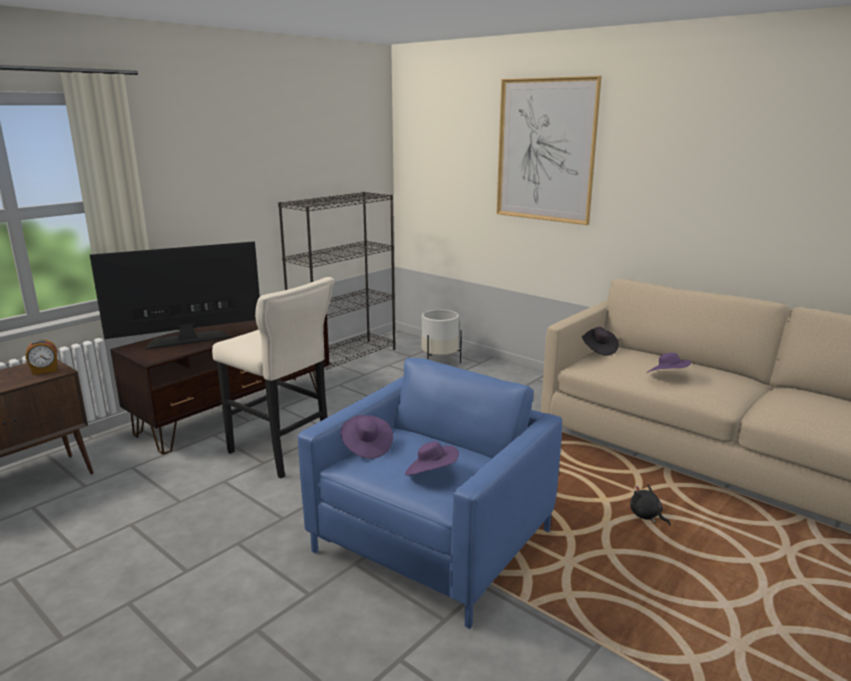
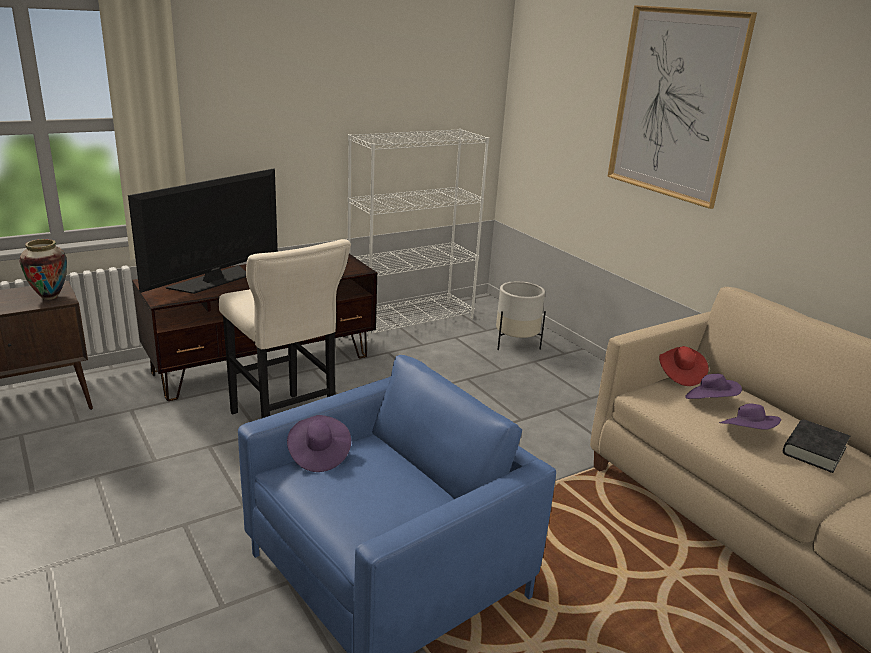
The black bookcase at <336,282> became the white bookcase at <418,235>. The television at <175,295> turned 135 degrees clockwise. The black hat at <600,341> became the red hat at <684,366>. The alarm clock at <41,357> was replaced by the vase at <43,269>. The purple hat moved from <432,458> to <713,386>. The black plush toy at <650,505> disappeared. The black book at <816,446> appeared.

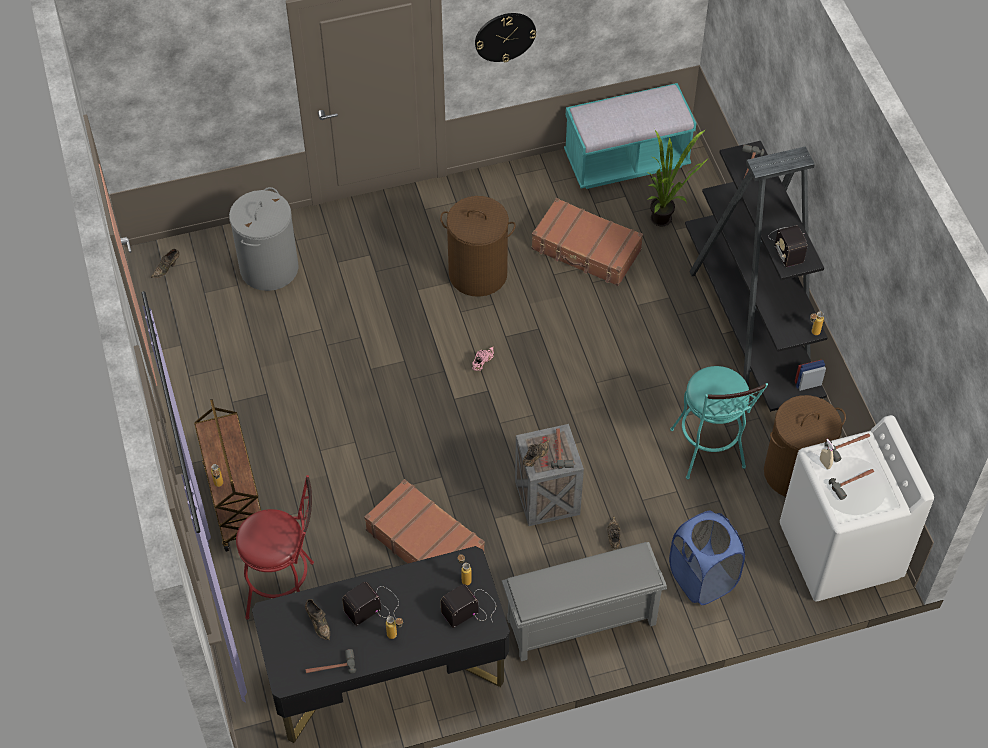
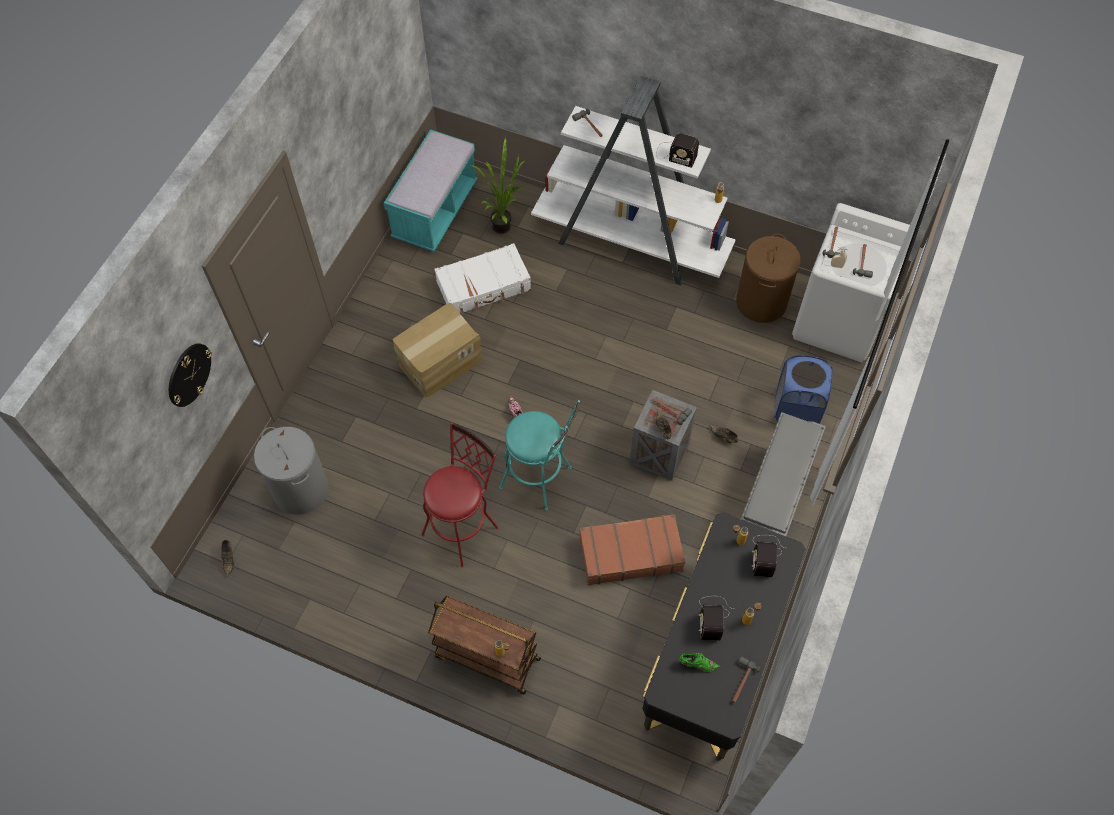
The wall clock moved from <505,37> to <190,375>. The black bookcase at <756,276> became the white bookcase at <633,180>. The brown laundry basket at <478,246> was replaced by the cardboard box at <437,350>. The brown suitcase at <587,242> became the white suitcase at <483,278>. The turquoise stool moved from <719,422> to <539,455>. The red stool moved from <275,547> to <460,494>. The brown shoe at <317,619> became the green shoe at <700,662>.

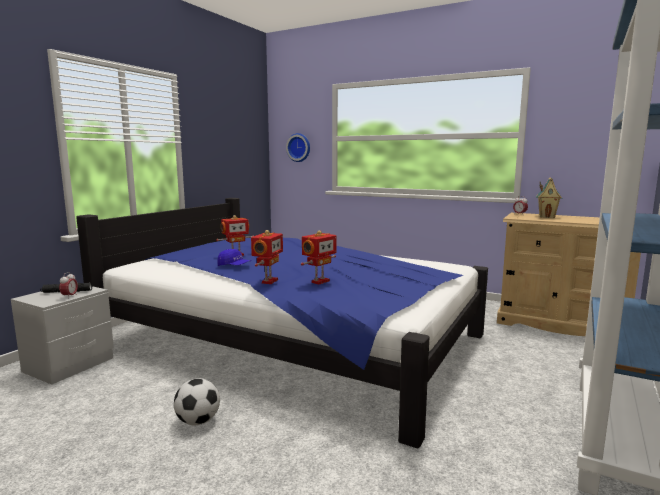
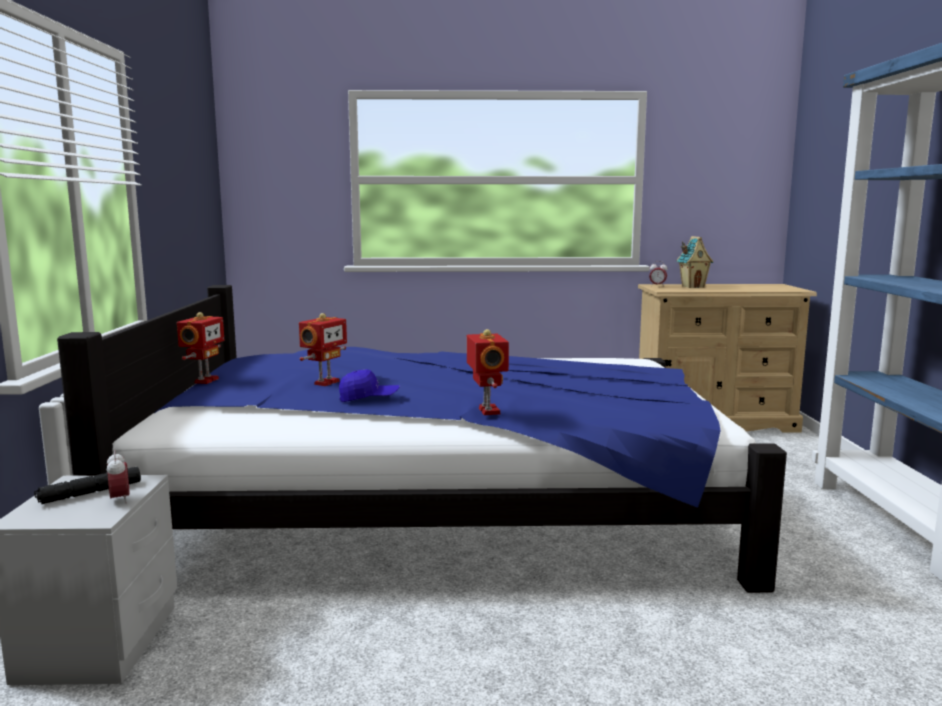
The wall clock at <298,147> disappeared. The toy robot moved from <318,257> to <200,348>. The football at <197,401> disappeared.

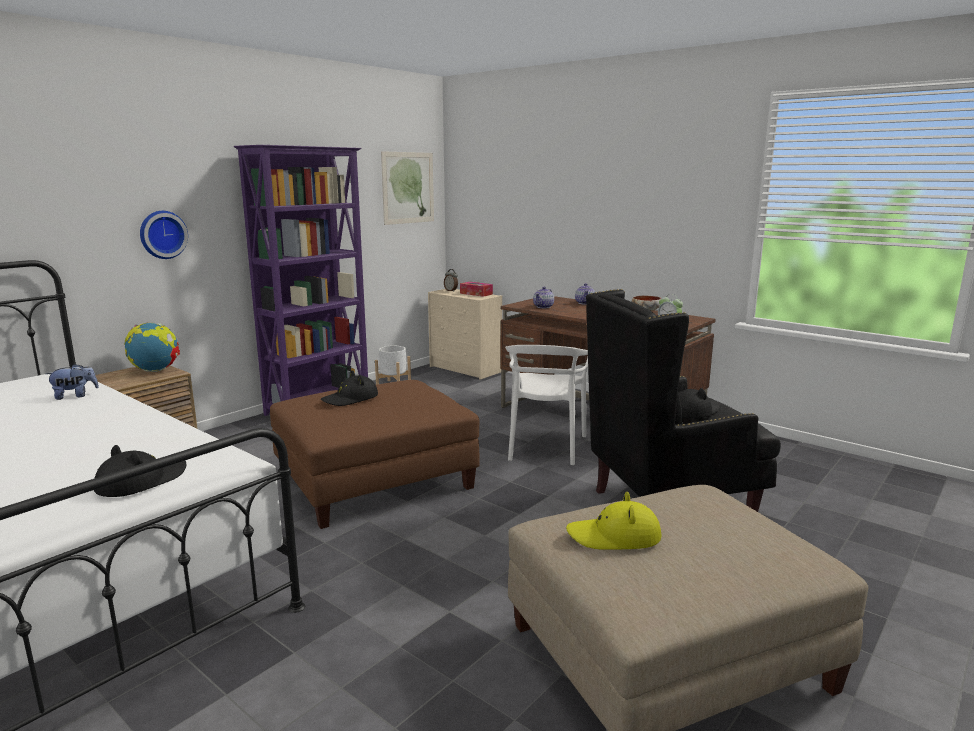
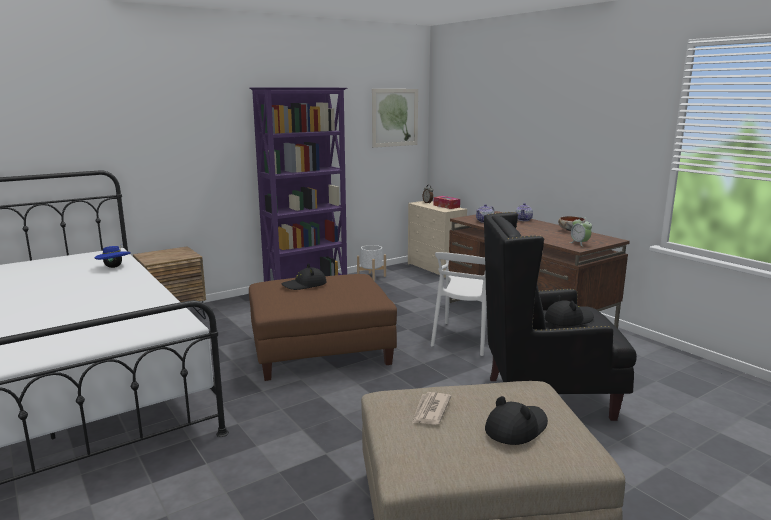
The wall clock at <164,235> disappeared. The globe at <152,347> disappeared. The plush toy at <72,382> was replaced by the blue hat at <112,257>. The black hat moved from <140,471> to <516,420>. The yellow hat at <614,521> was replaced by the newspaper at <431,408>.

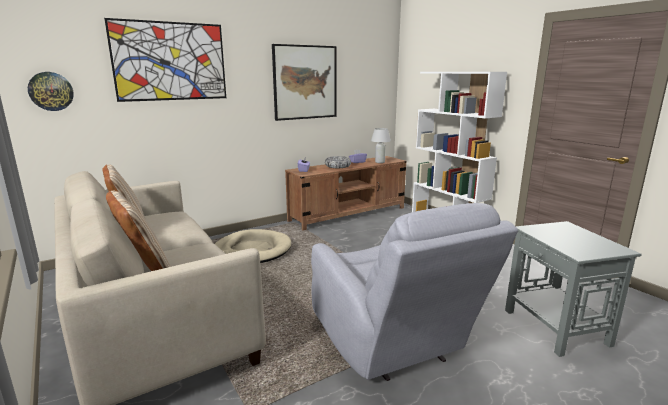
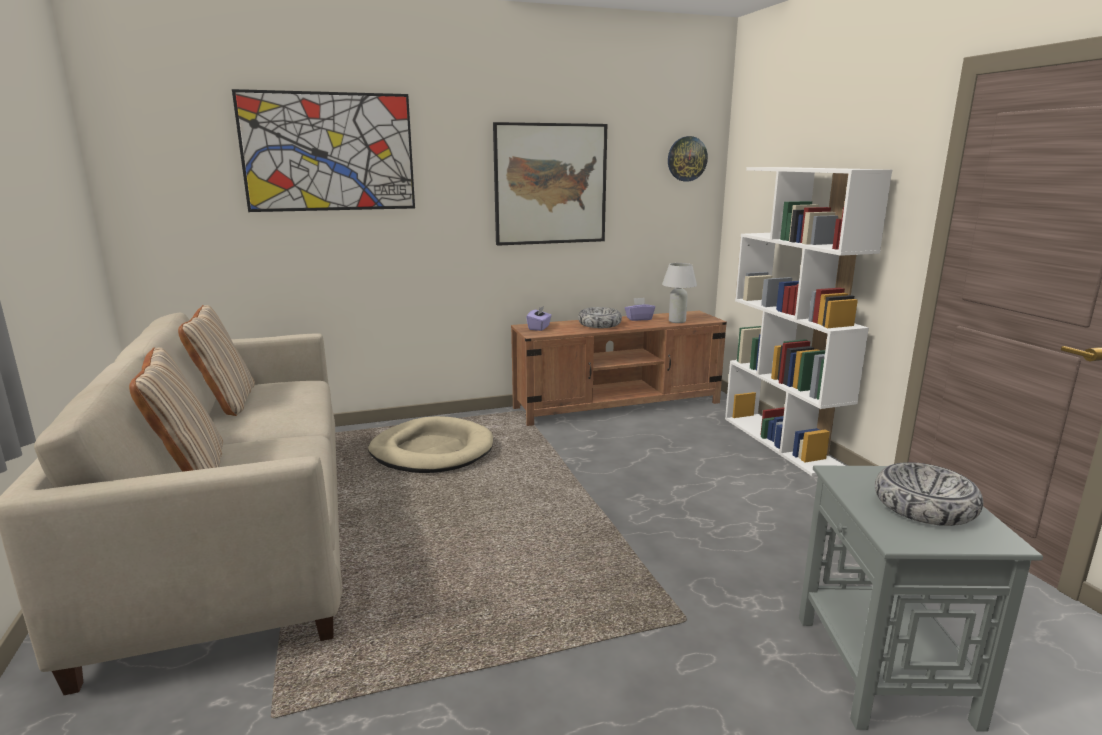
The wall clock moved from <51,91> to <688,158>. The grey armchair at <414,292> disappeared. The bowl at <929,494> appeared.

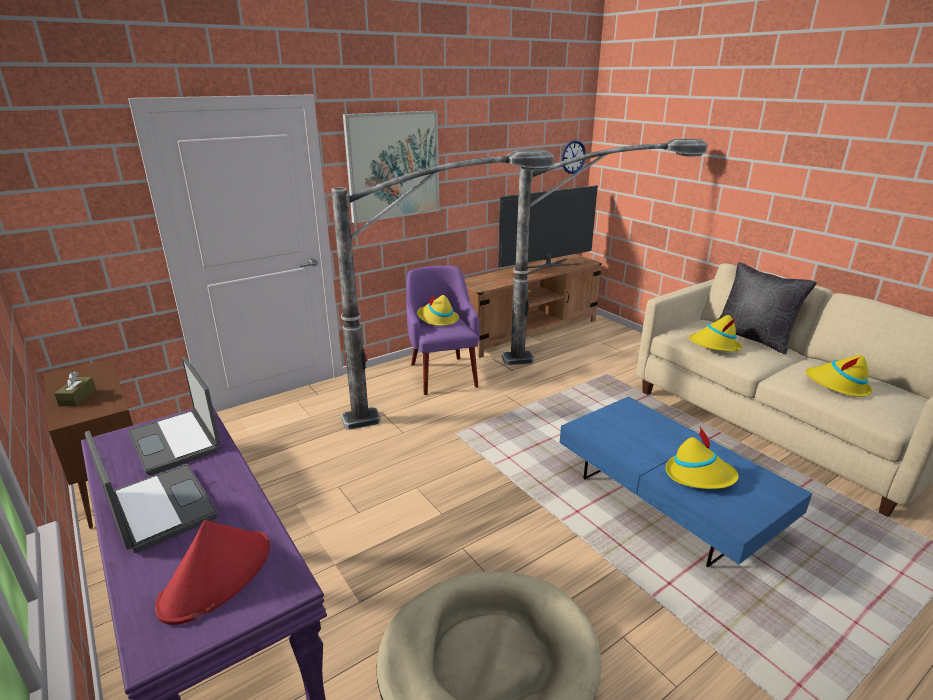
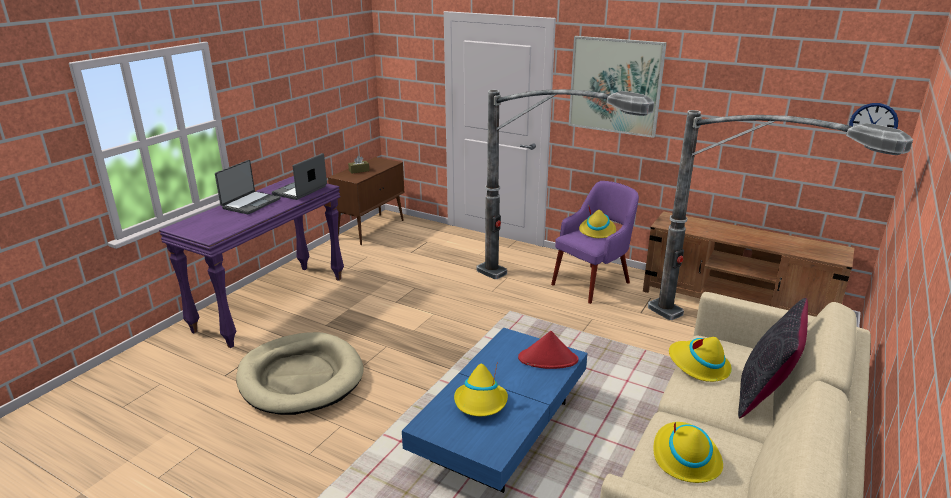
The television at <548,230> disappeared. The red hat moved from <212,572> to <548,350>.

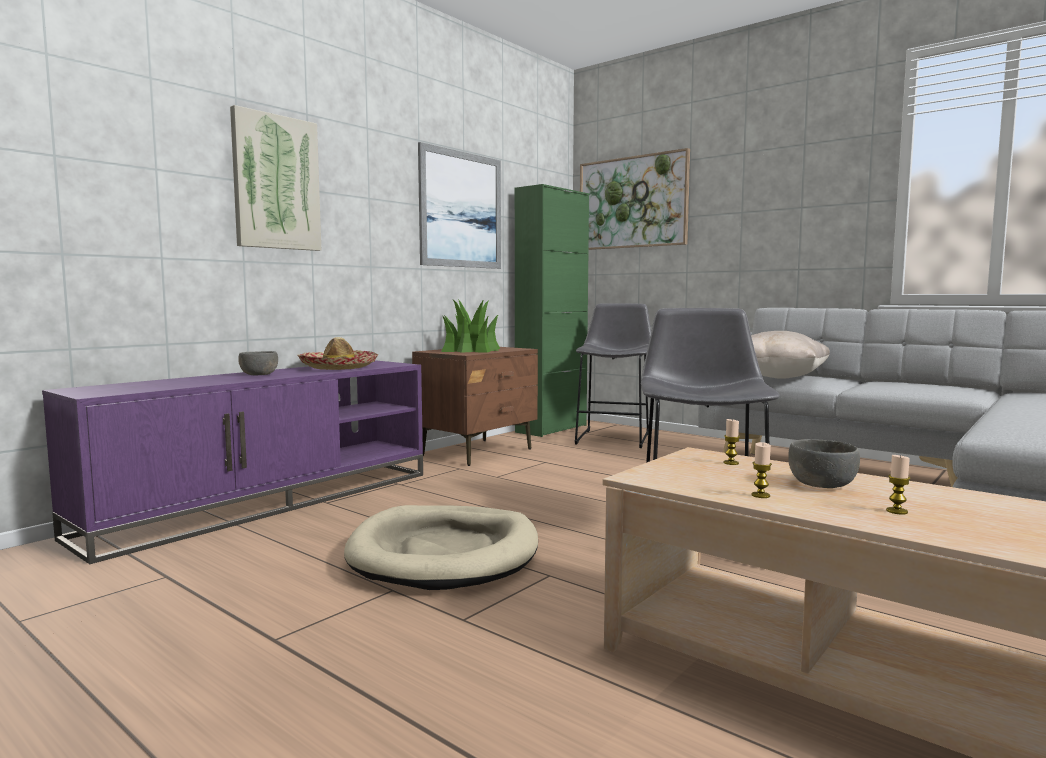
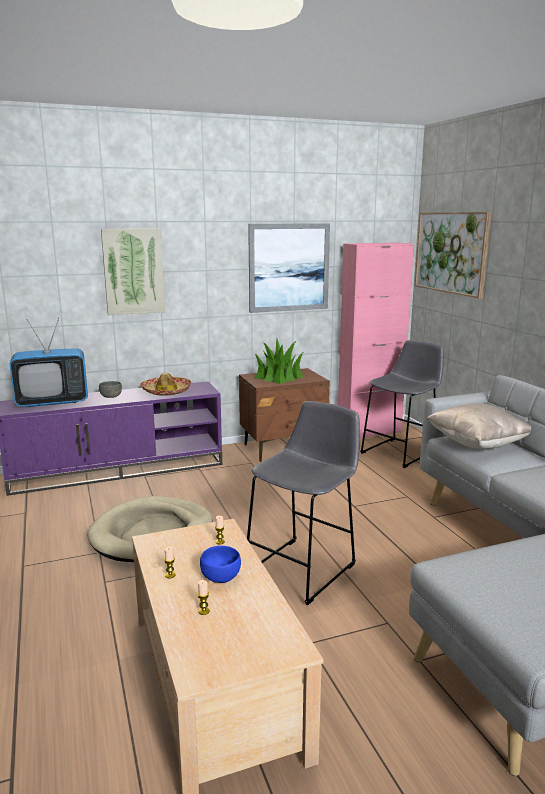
The green cabinet at <552,310> became the pink cabinet at <376,340>. The grey bowl at <824,463> became the blue bowl at <220,564>. The television at <48,362> appeared.

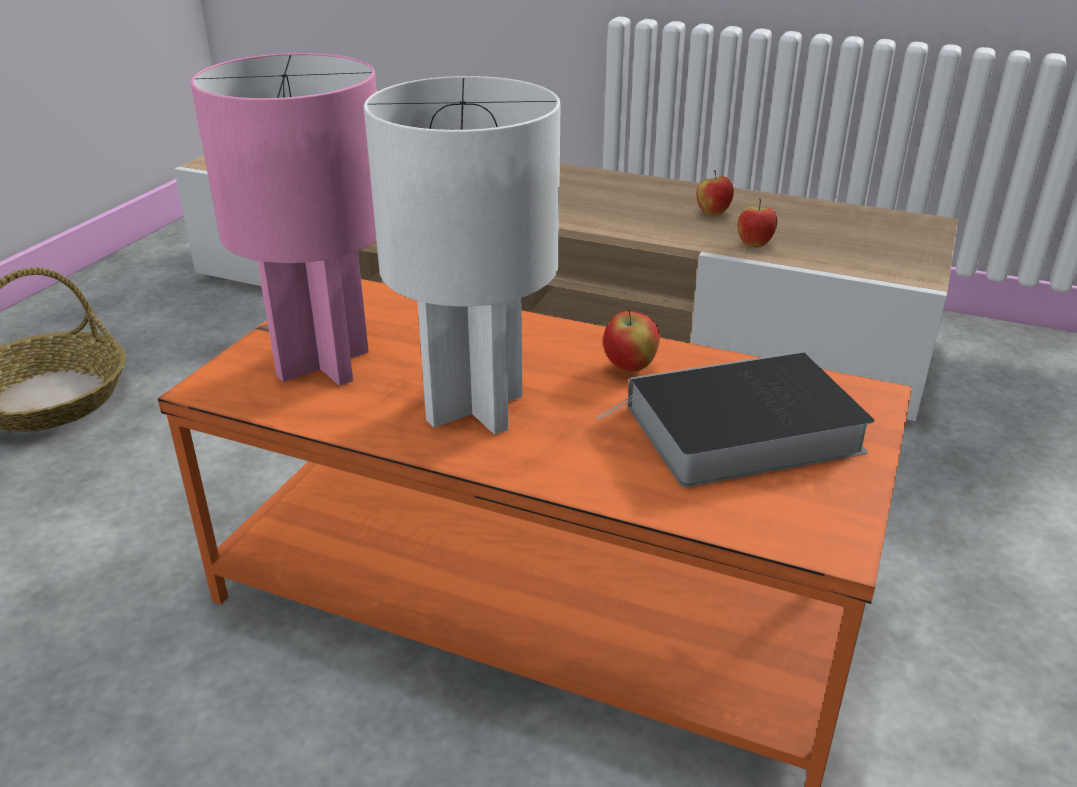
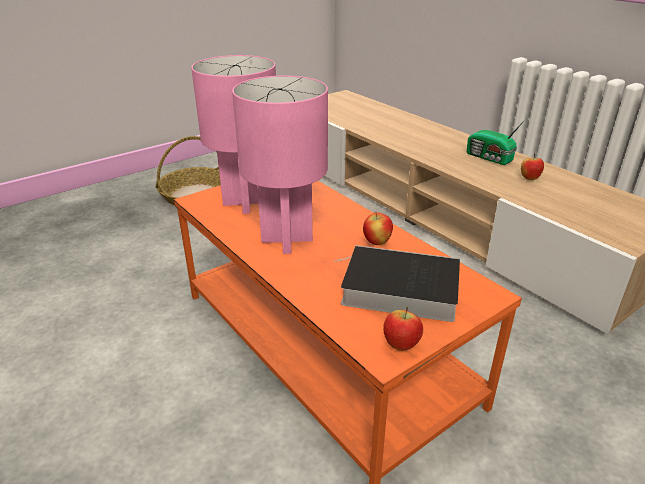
The white table lamp at <462,255> became the pink table lamp at <280,165>. The apple moved from <757,223> to <403,329>. The radio at <495,142> appeared.

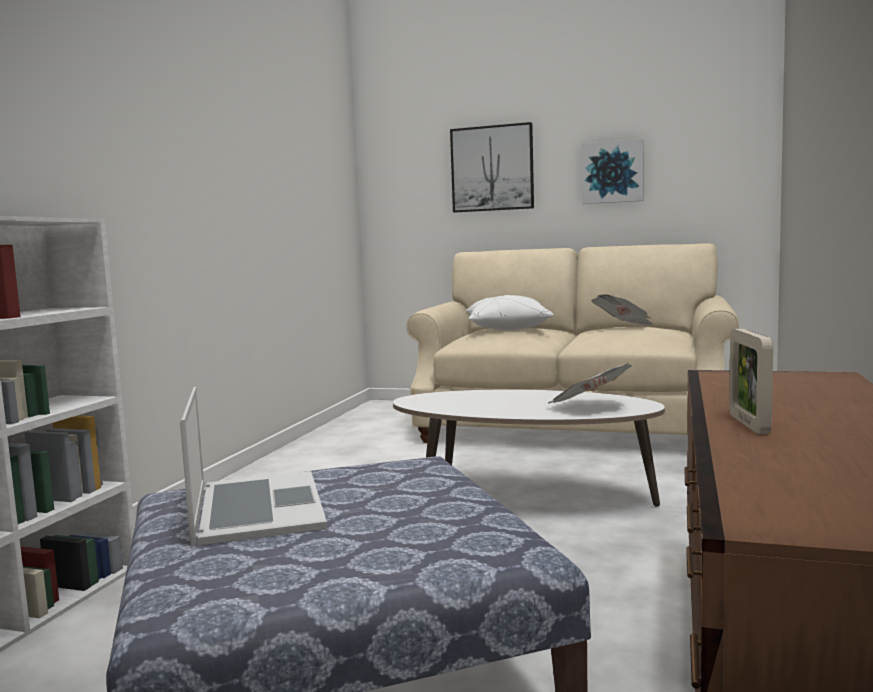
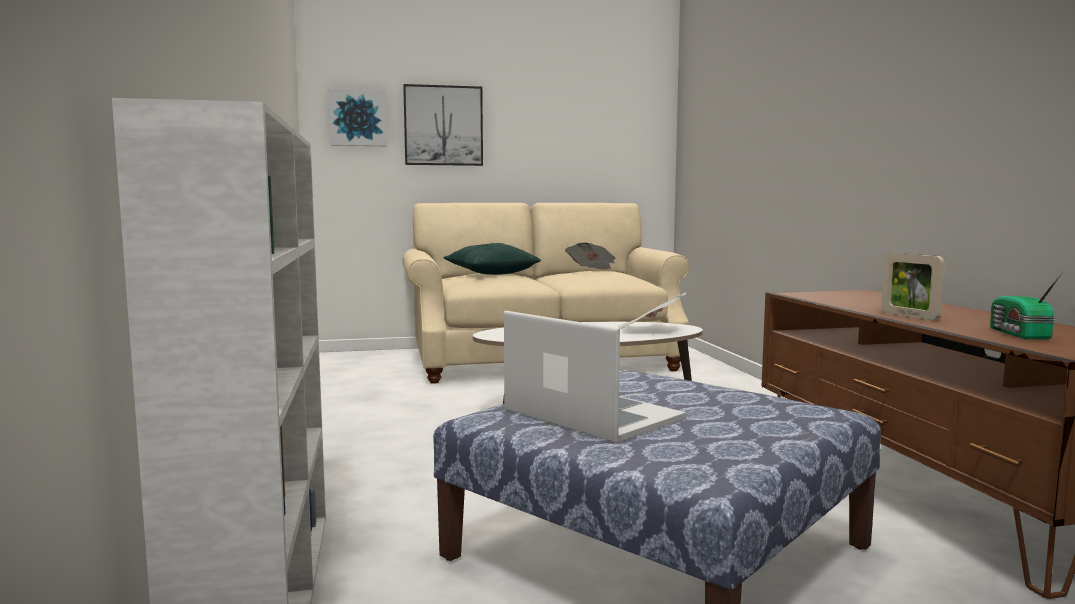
The picture moved from <613,171> to <358,117>. The white pillow at <510,312> became the green pillow at <492,259>. The radio at <1026,306> appeared.

